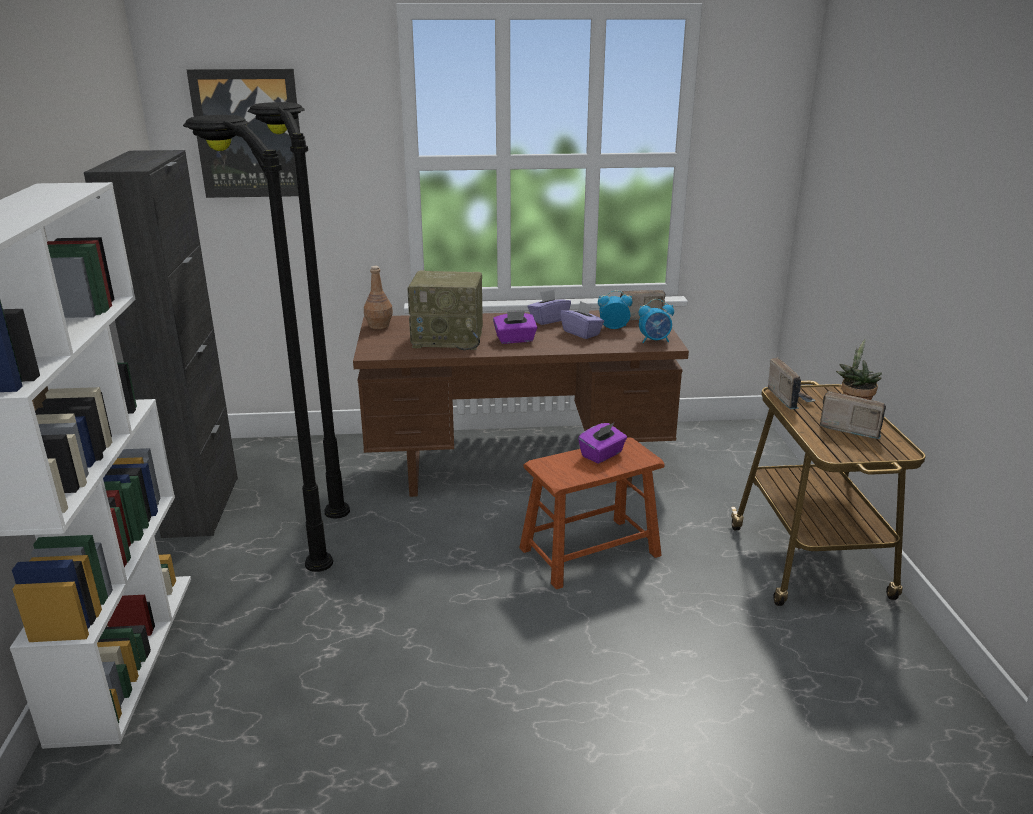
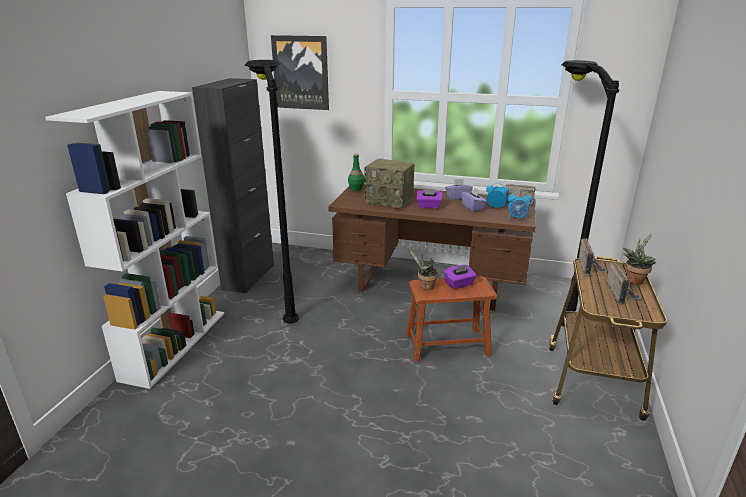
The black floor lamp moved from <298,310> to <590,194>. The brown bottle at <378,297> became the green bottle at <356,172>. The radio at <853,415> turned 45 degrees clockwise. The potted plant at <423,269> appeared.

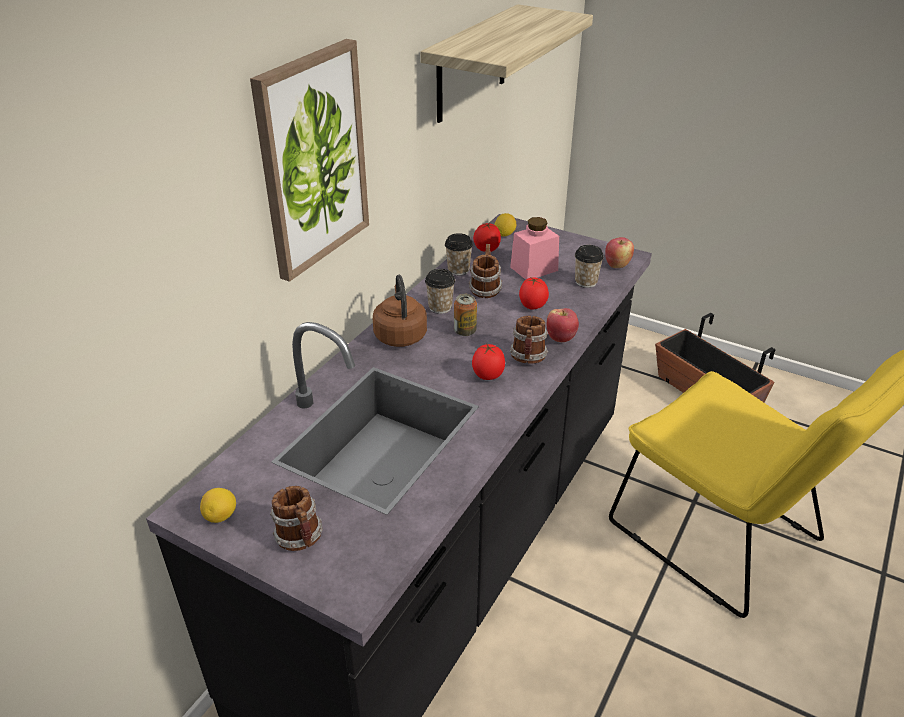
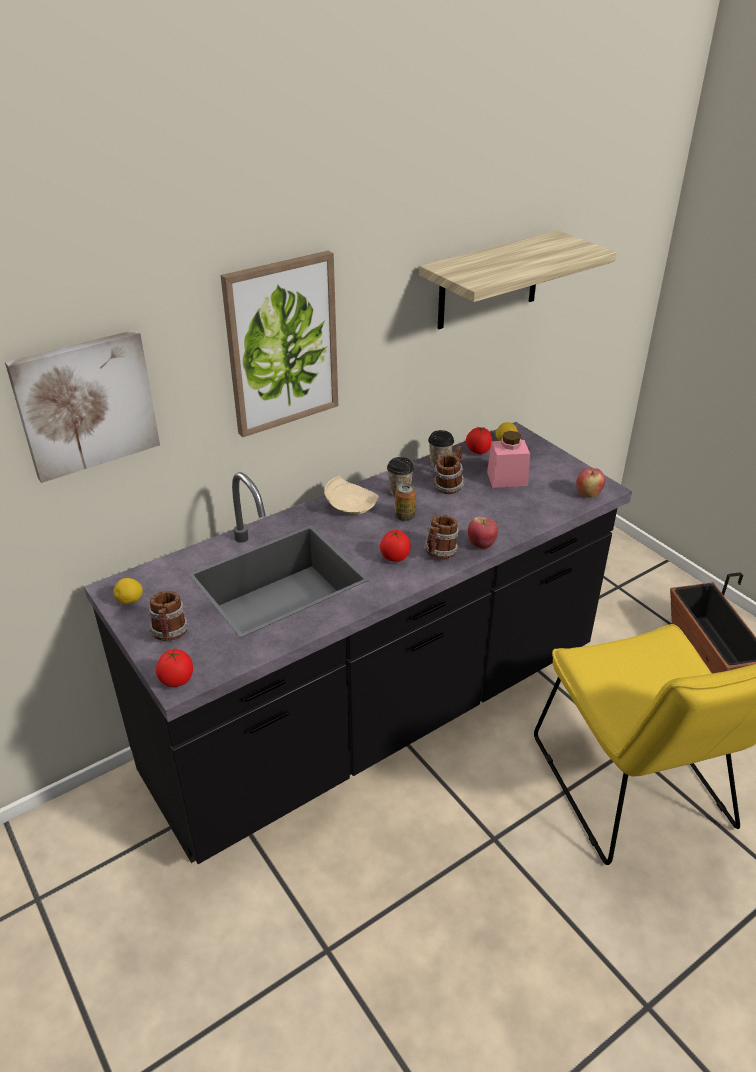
The cup at <589,266> disappeared. The brown kettle at <400,311> was replaced by the beige plate at <351,495>. The tomato moved from <534,293> to <174,667>. The picture at <82,406> appeared.

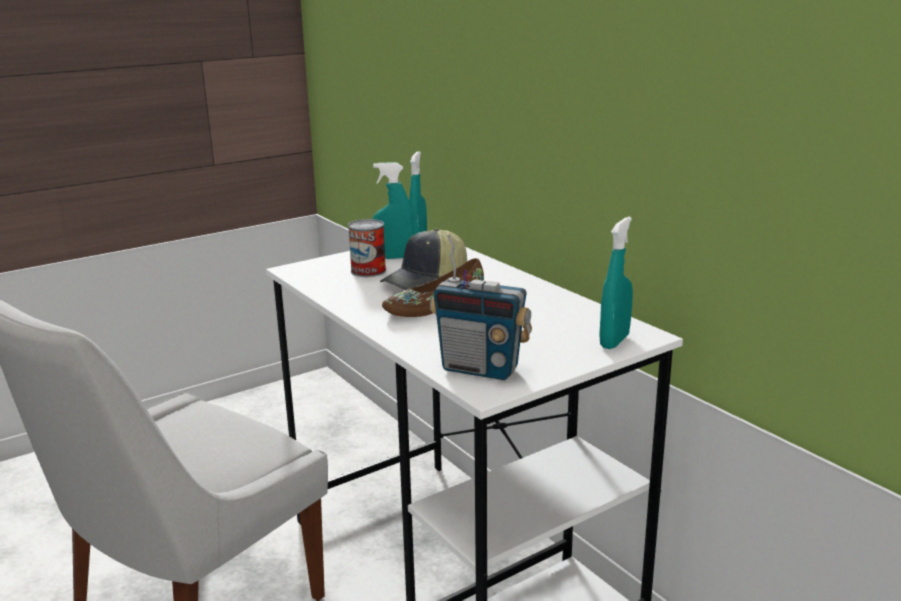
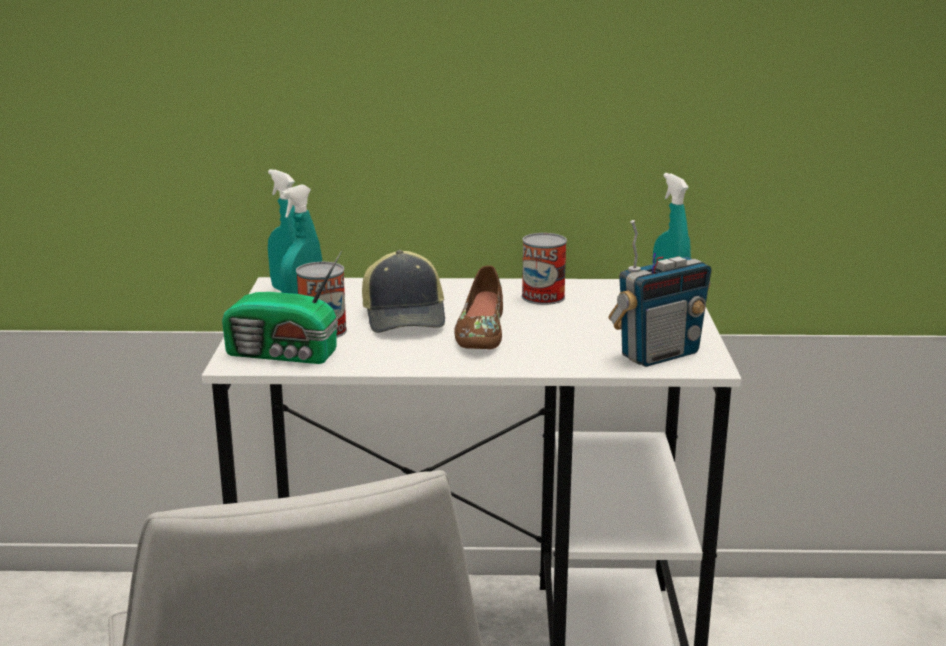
The can at <544,269> appeared. The radio at <282,307> appeared.

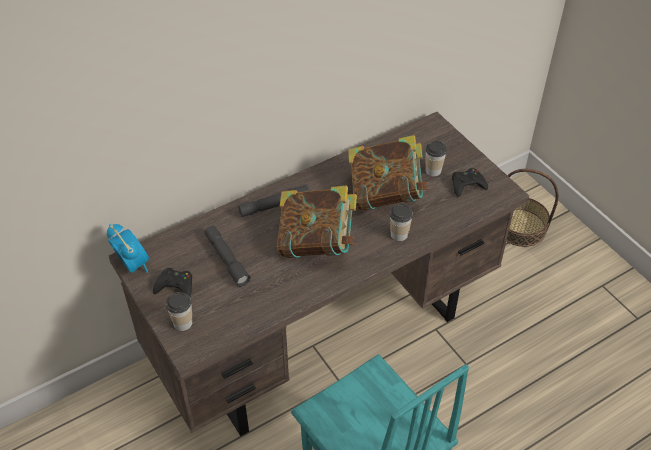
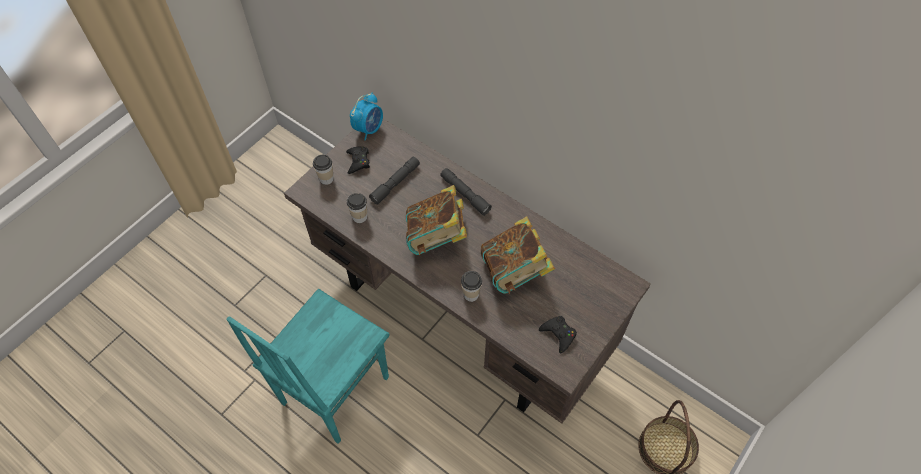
The cup moved from <436,158> to <357,208>.

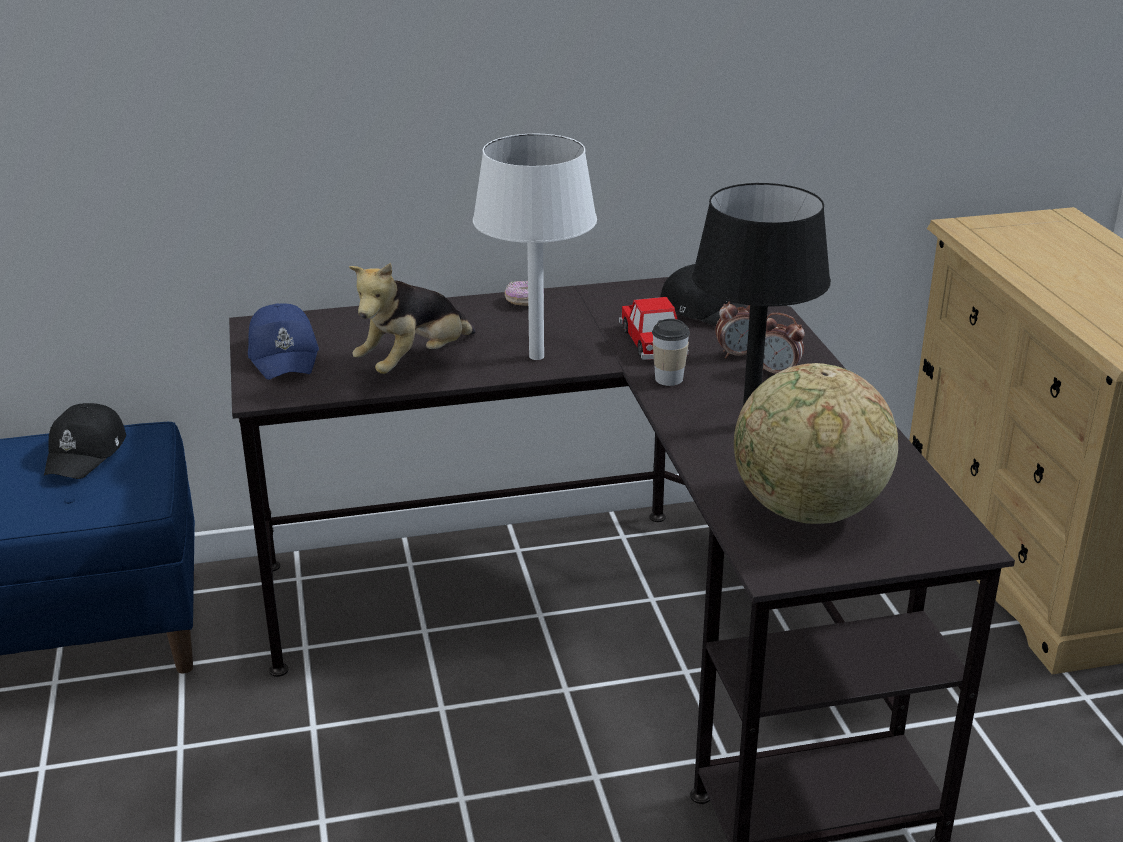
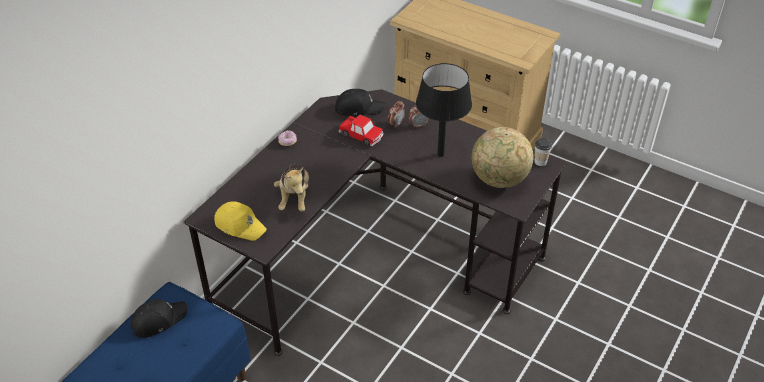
The white table lamp at <535,247> disappeared. The blue cap at <283,341> became the yellow cap at <240,221>. The cup moved from <671,352> to <543,152>. The black cap at <85,441> turned 90 degrees counterclockwise.

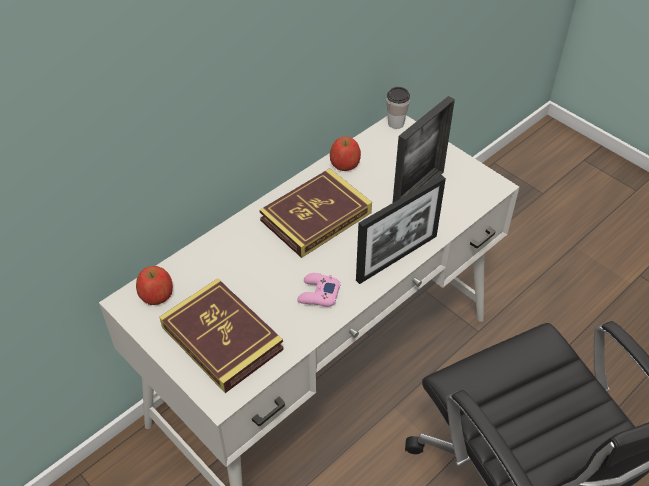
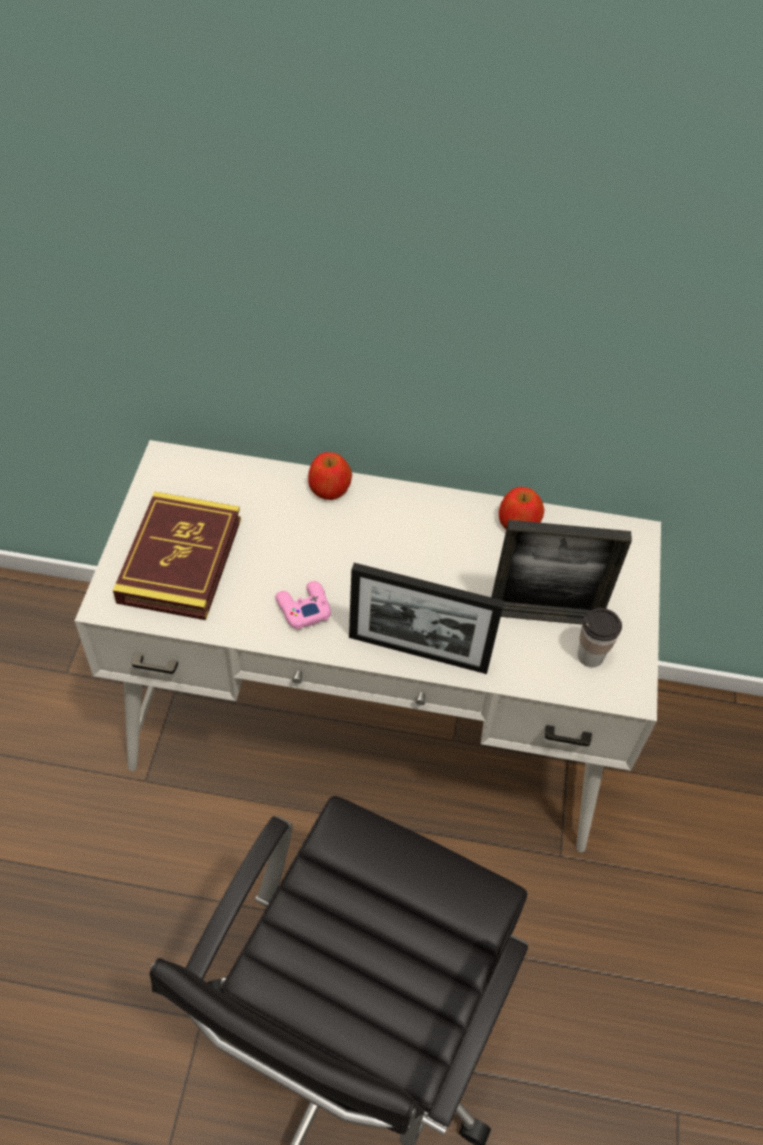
The cup moved from <398,108> to <599,637>. The book at <315,213> disappeared. The apple moved from <154,285> to <330,476>.

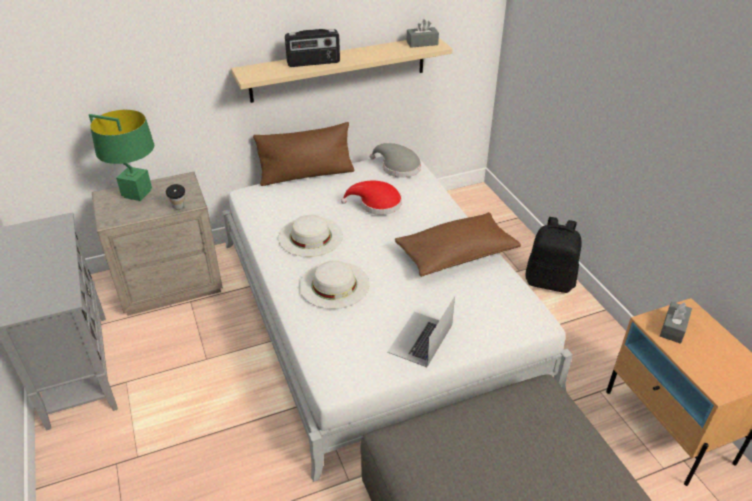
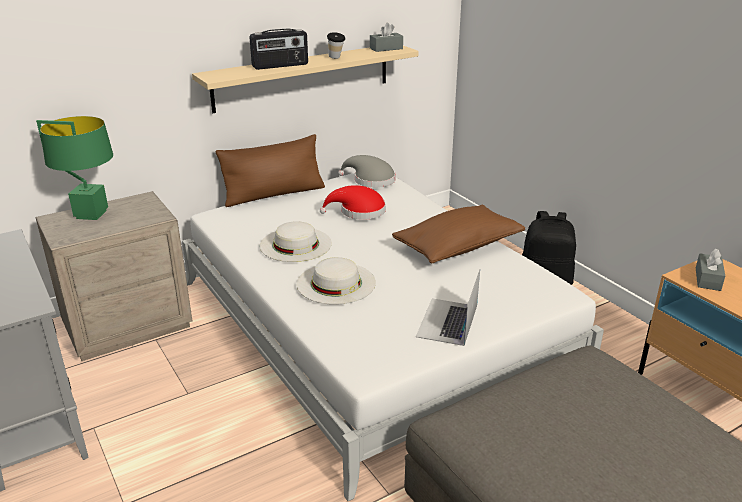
The cup moved from <175,196> to <336,45>.

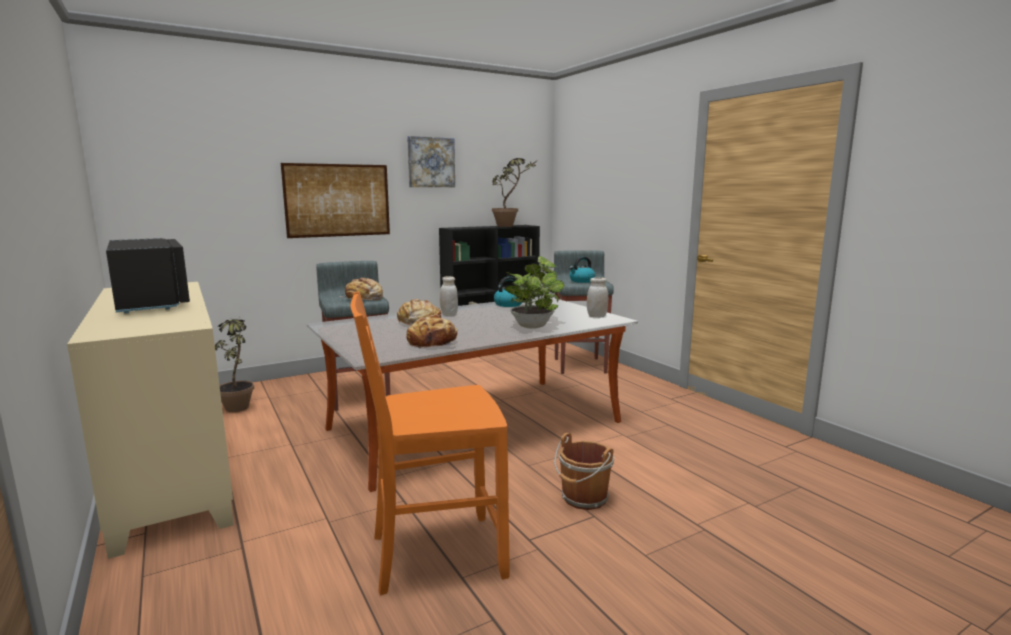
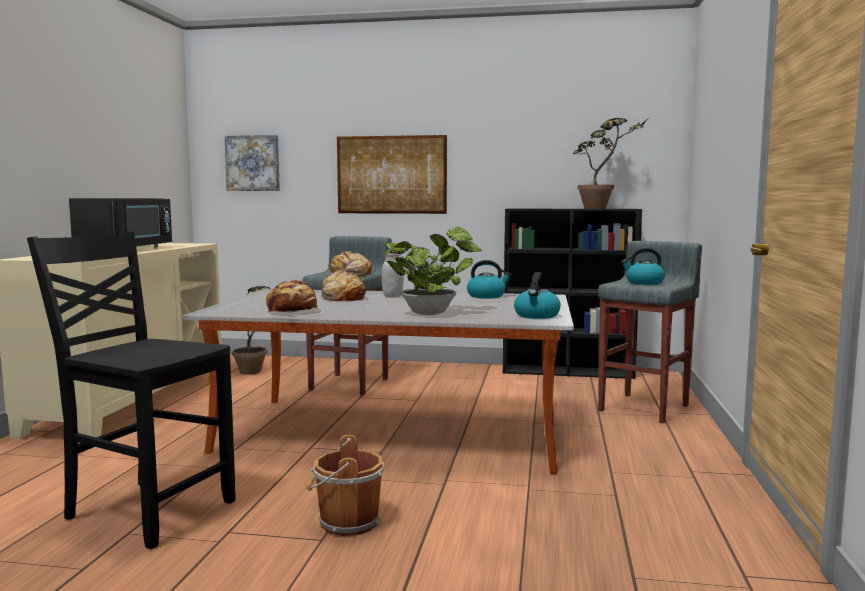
The picture moved from <431,161> to <252,163>. The white jar at <597,297> was replaced by the kettle at <537,295>. The orange chair at <430,443> became the black chair at <131,390>.

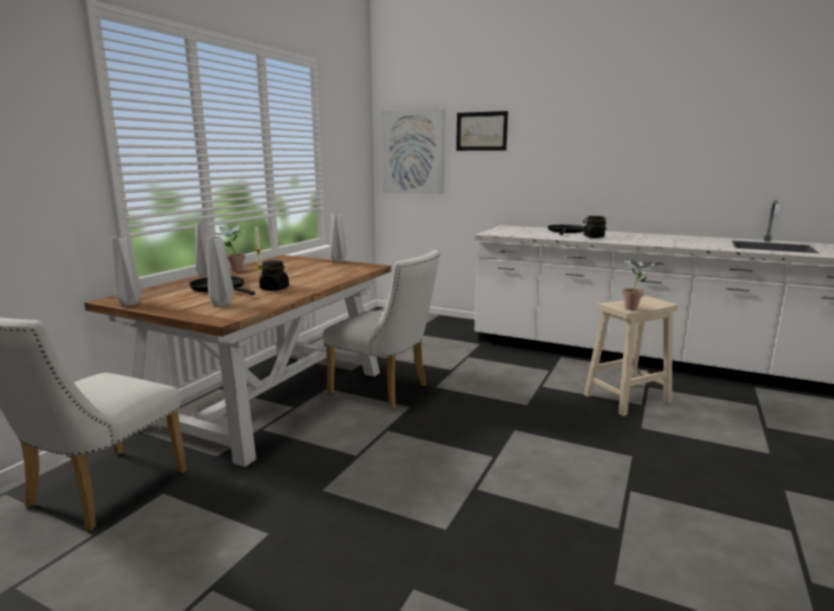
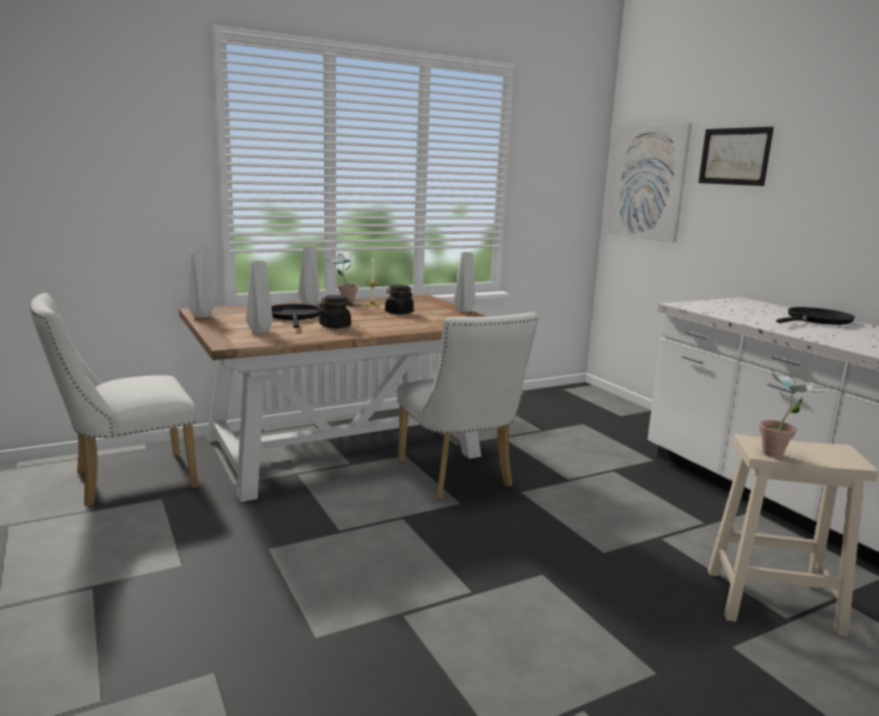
The black jar moved from <595,227> to <399,300>.

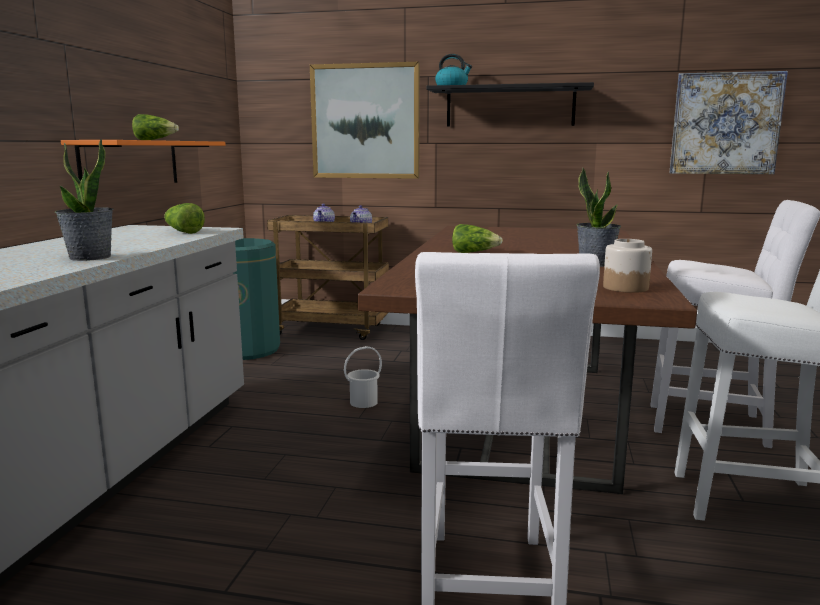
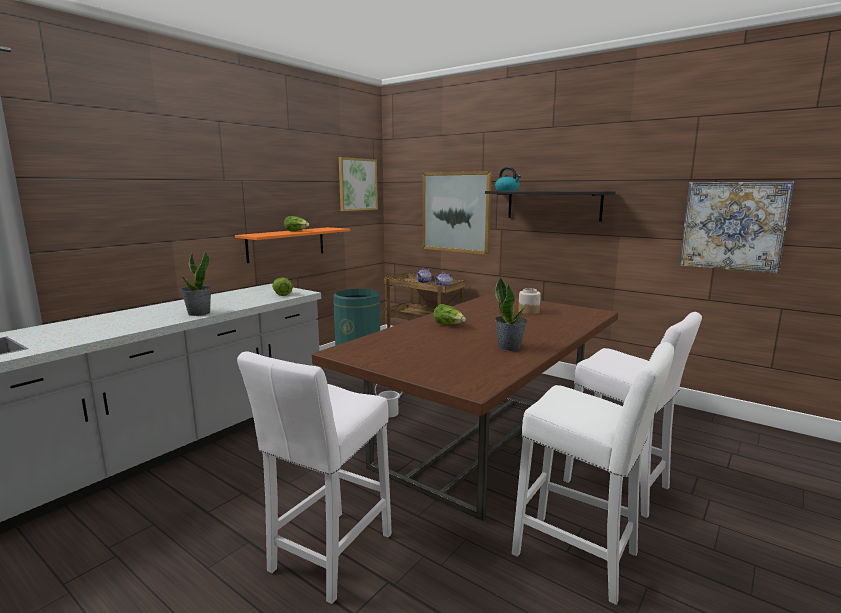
The jar moved from <627,266> to <529,301>. The picture at <358,184> appeared.

